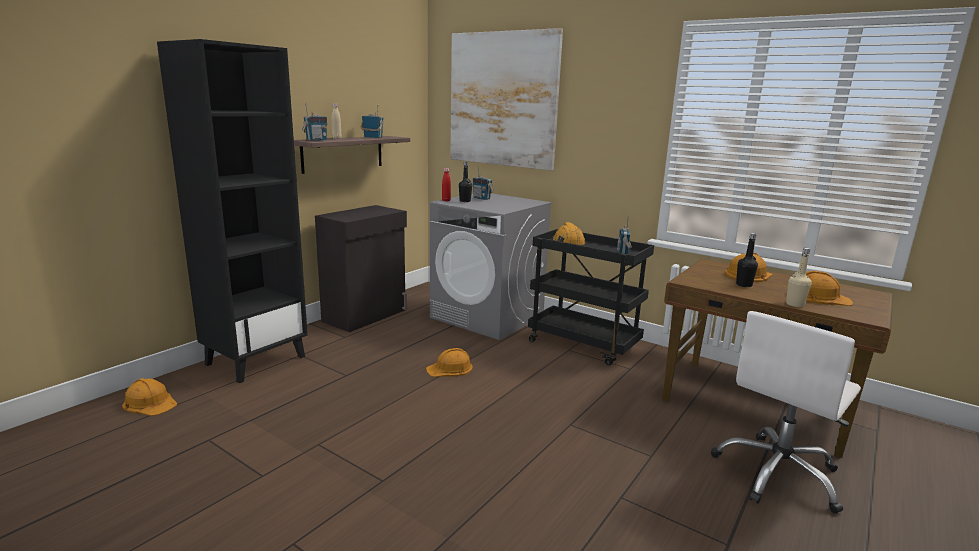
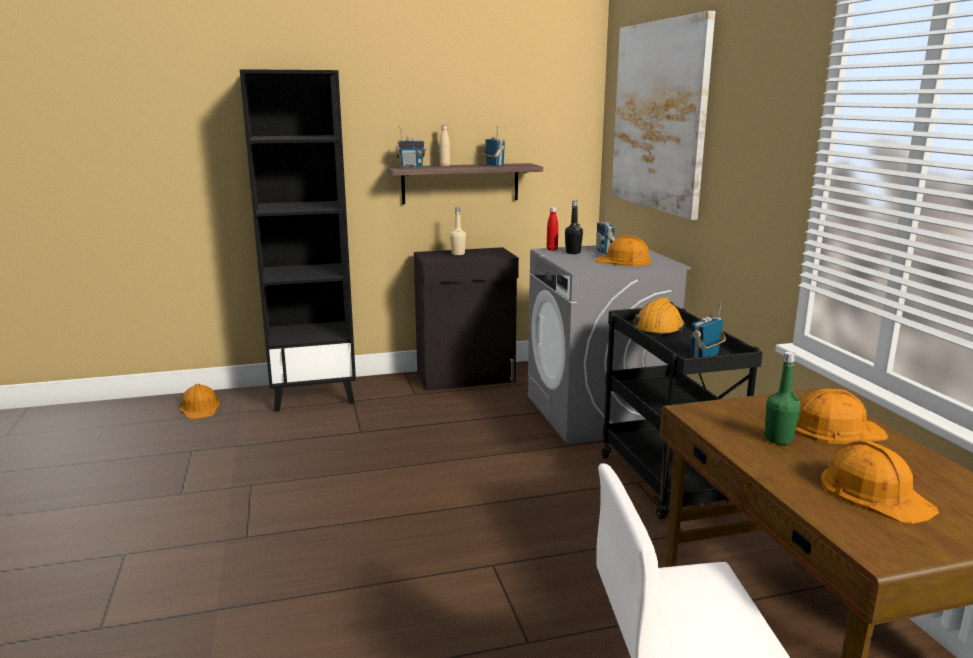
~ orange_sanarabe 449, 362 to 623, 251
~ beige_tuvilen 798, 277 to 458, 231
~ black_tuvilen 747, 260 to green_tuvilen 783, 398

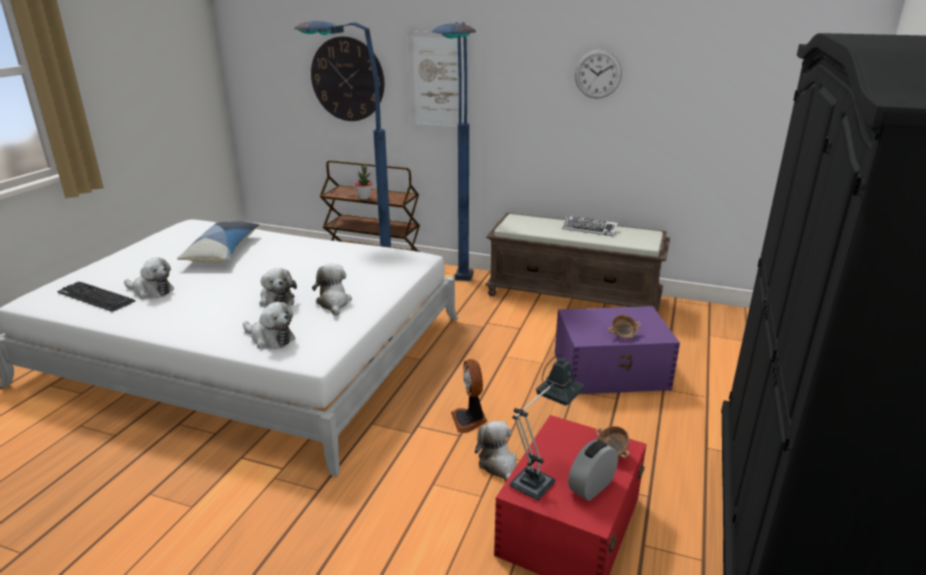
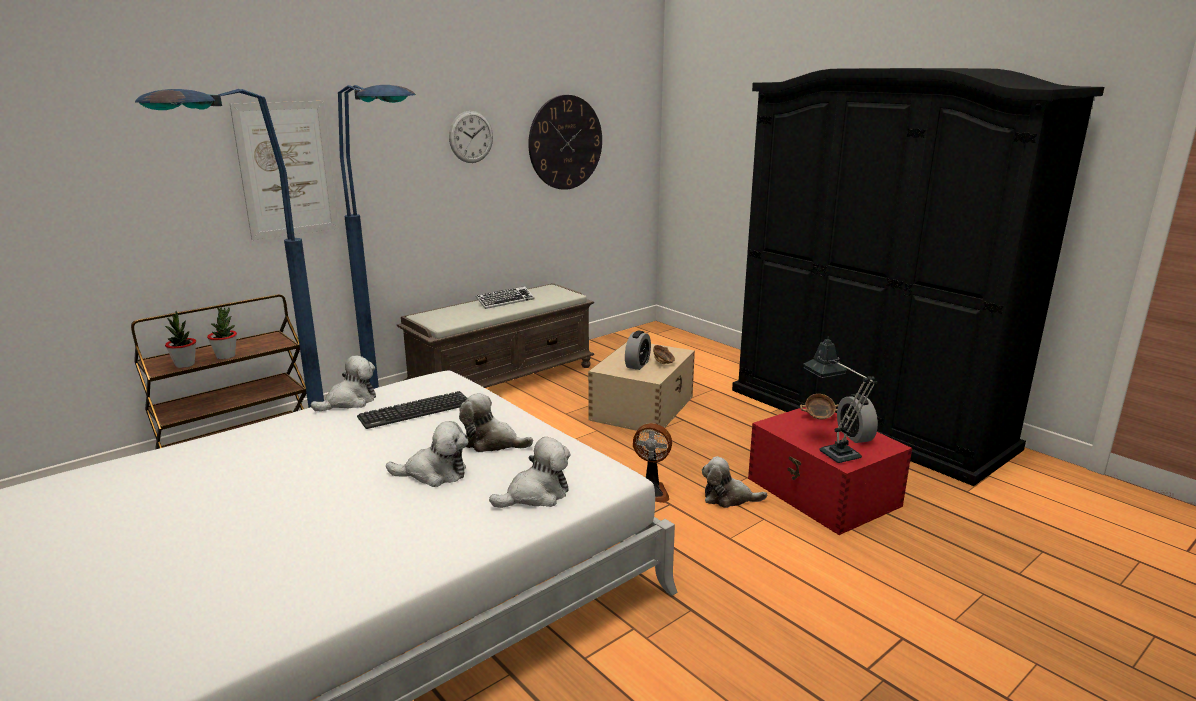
- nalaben 218, 242
+ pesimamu 180, 339
+ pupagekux 638, 350
~ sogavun 96, 296 to 412, 410
~ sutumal 149, 278 to 343, 383
~ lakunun 347, 78 to 565, 142
~ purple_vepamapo 617, 350 to beige_vepamapo 641, 388

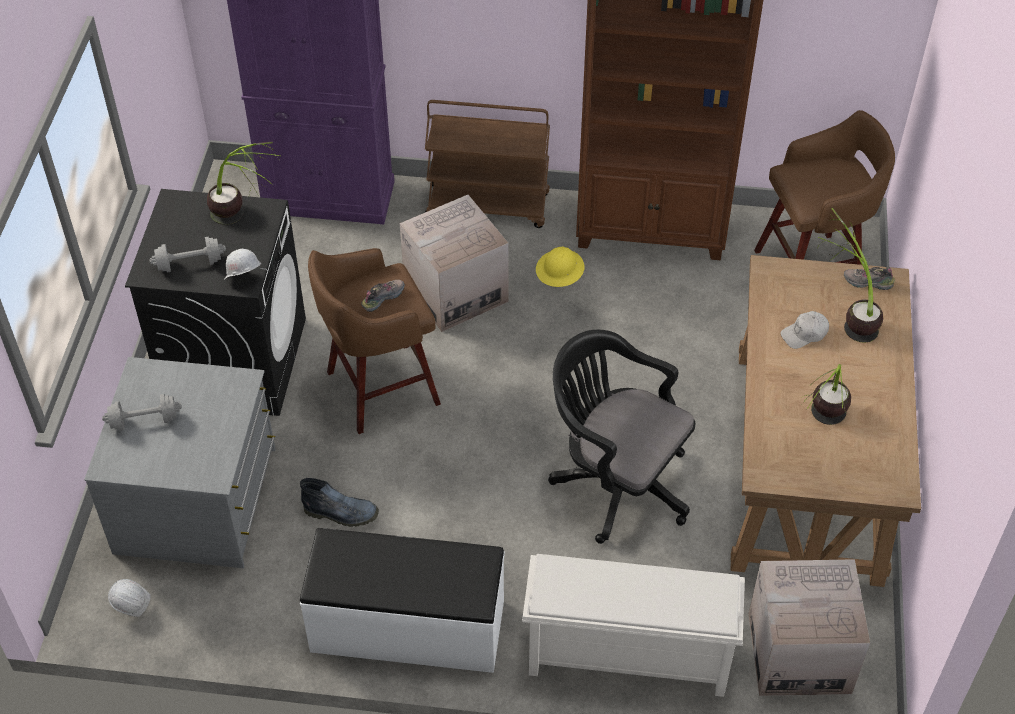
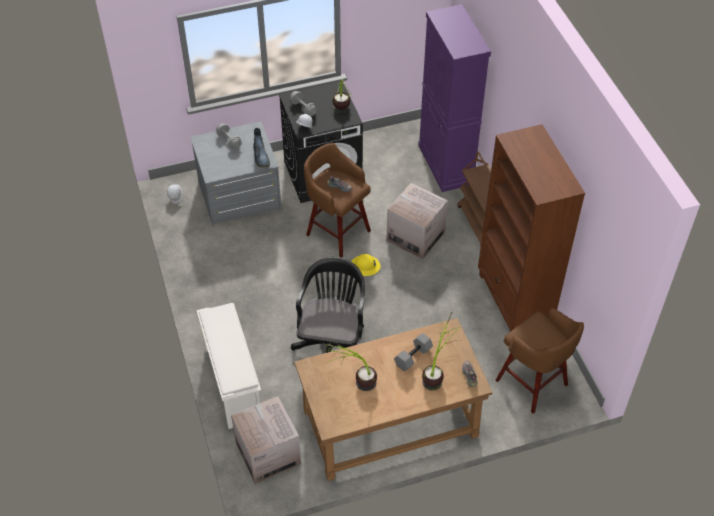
- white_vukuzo 402, 600
~ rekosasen 339, 502 to 261, 148
~ yellow_sanarabe 560, 266 to 366, 265
~ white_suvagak 804, 330 to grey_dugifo 413, 352

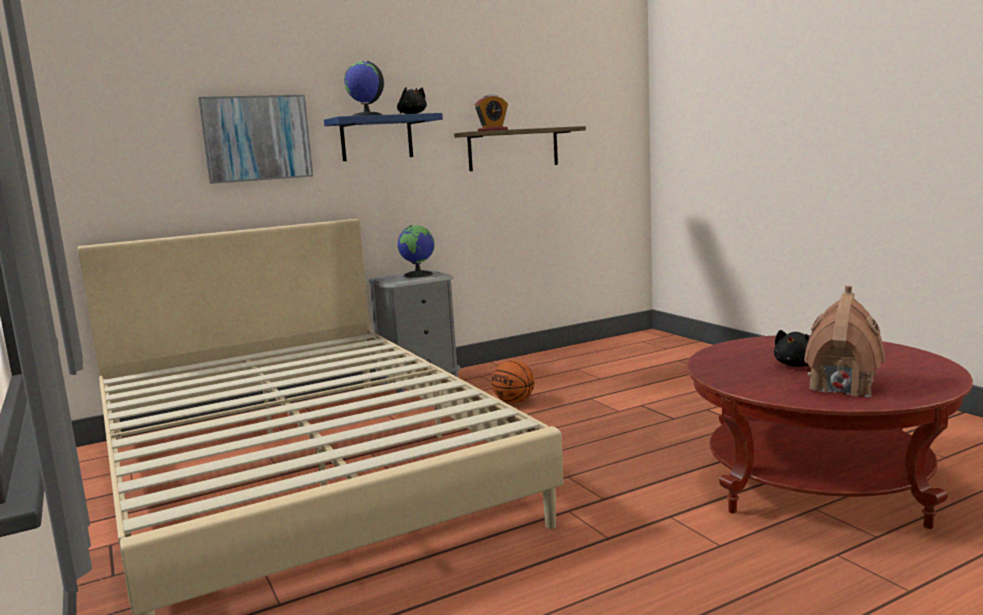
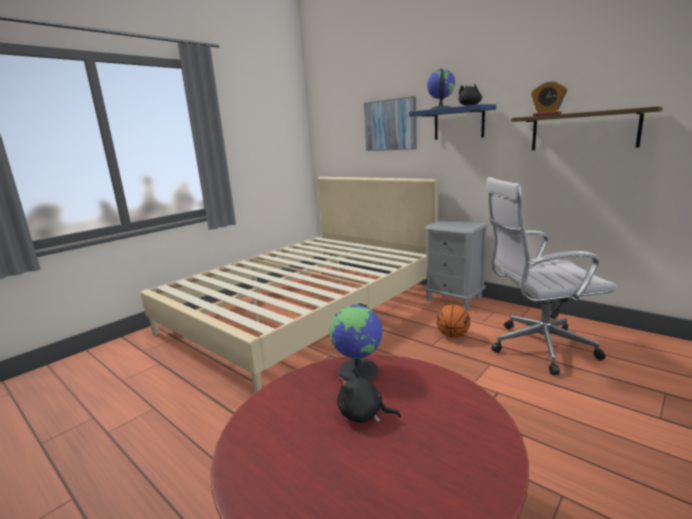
- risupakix 844, 341
+ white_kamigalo 551, 276
~ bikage 416, 251 to 356, 342

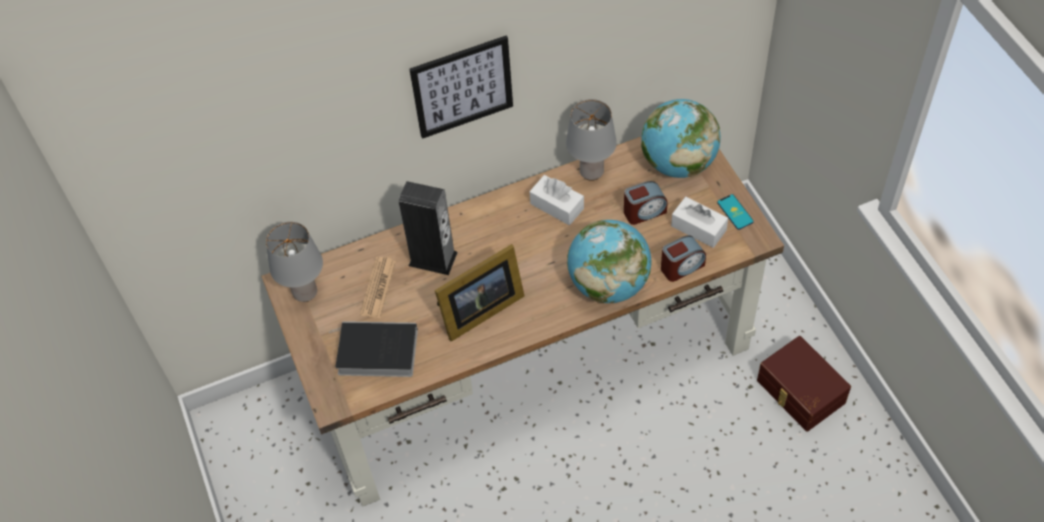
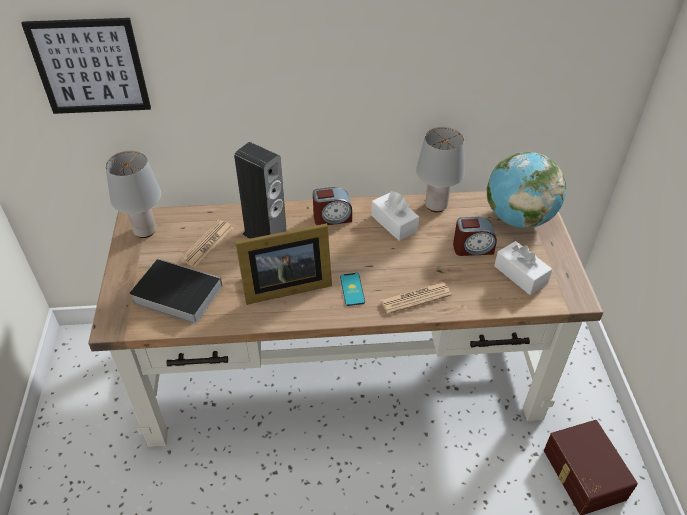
~ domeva 461, 87 to 86, 66
~ pupagekux 683, 258 to 332, 206
~ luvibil 735, 212 to 352, 289
~ bikage 609, 261 to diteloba 416, 298

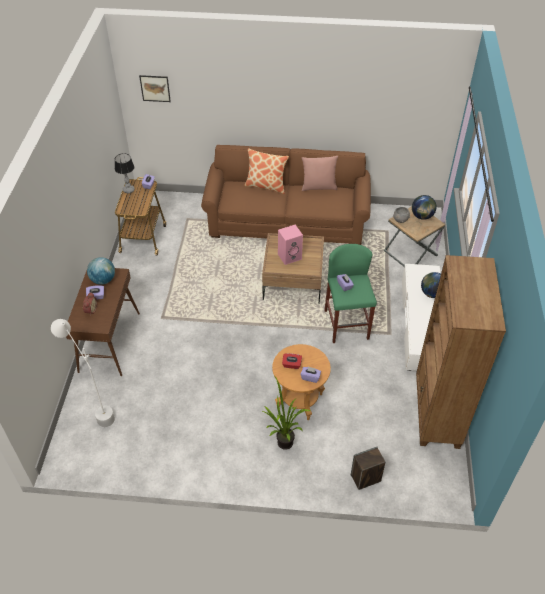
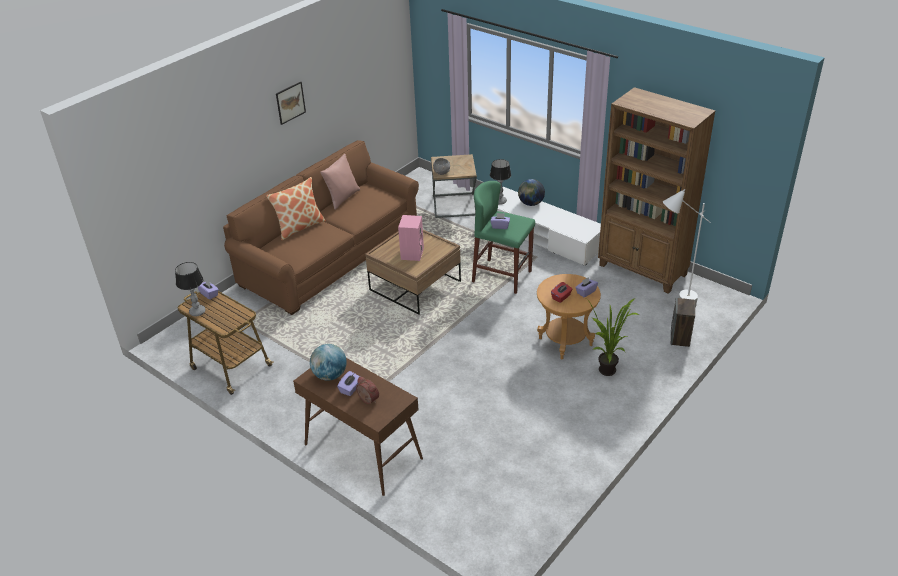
- bikage 424, 207
+ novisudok 500, 182
~ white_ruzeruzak 83, 373 to 687, 248
~ domeva 155, 88 to 291, 103

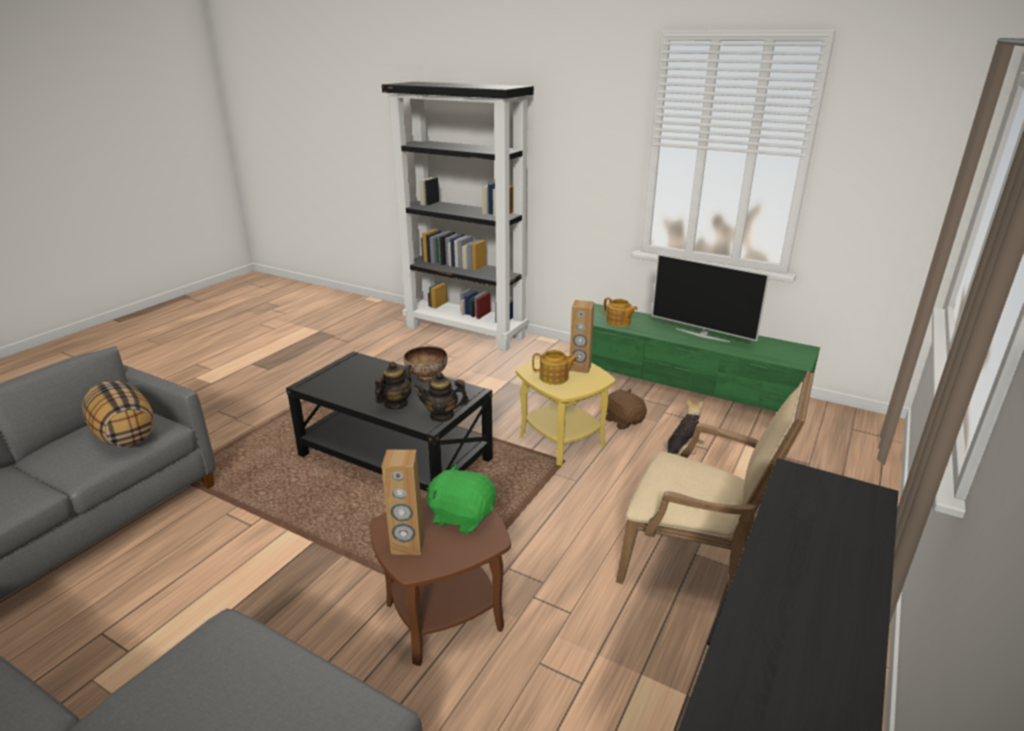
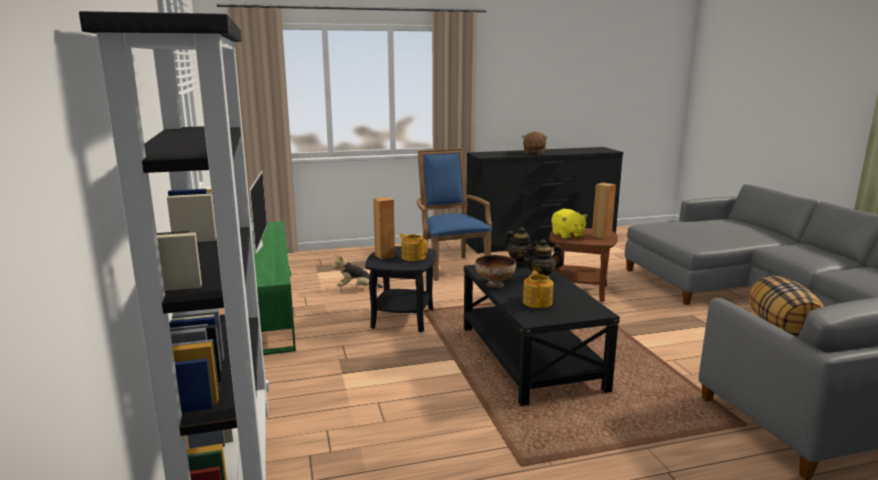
~ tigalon 620, 312 to 538, 289
~ brown_sutumal 626, 409 to 534, 143
~ green_sutumal 461, 499 to yellow_sutumal 569, 224
~ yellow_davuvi 565, 409 to black_davuvi 400, 289
~ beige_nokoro 715, 480 to blue_nokoro 454, 215

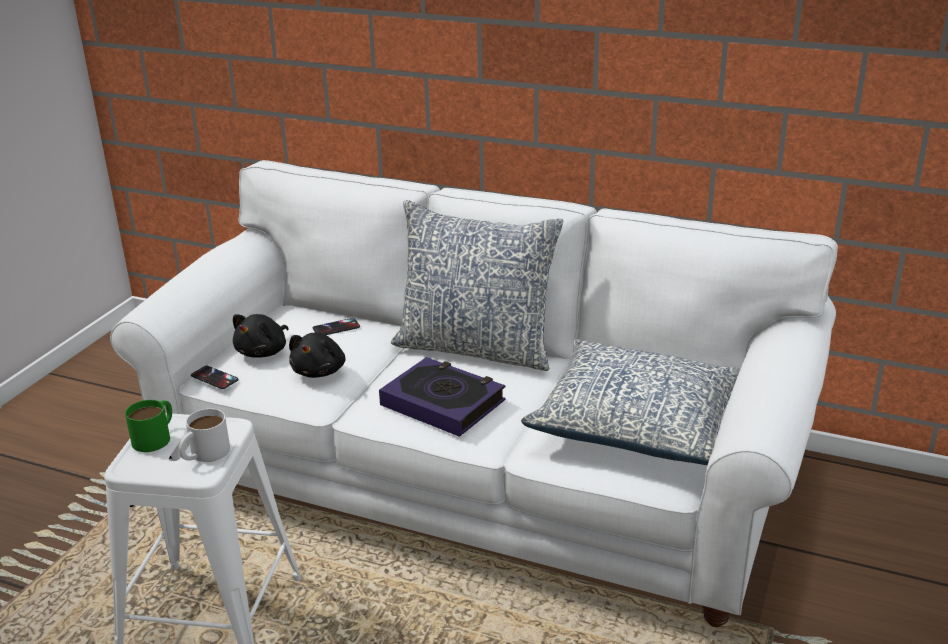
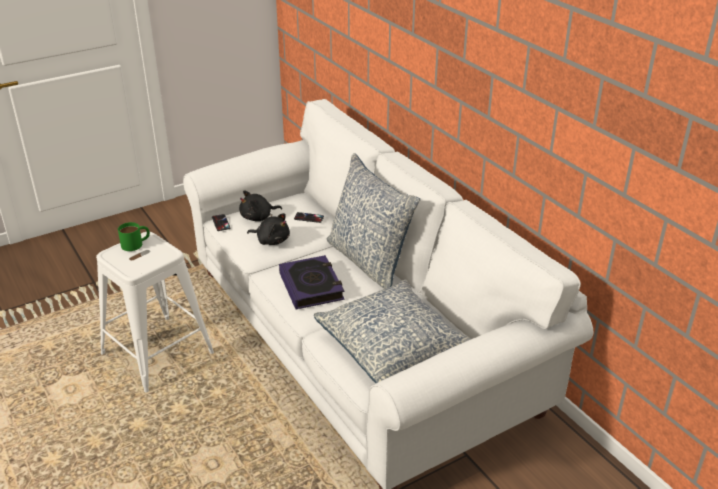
- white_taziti 204, 435
~ black_sutumal 317, 355 = 268, 229 120 degrees counterclockwise

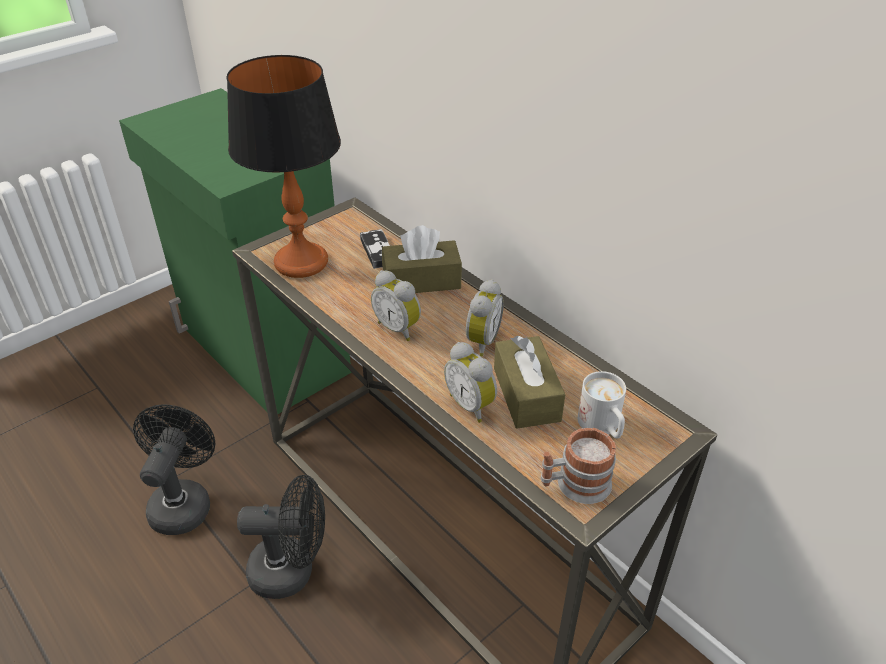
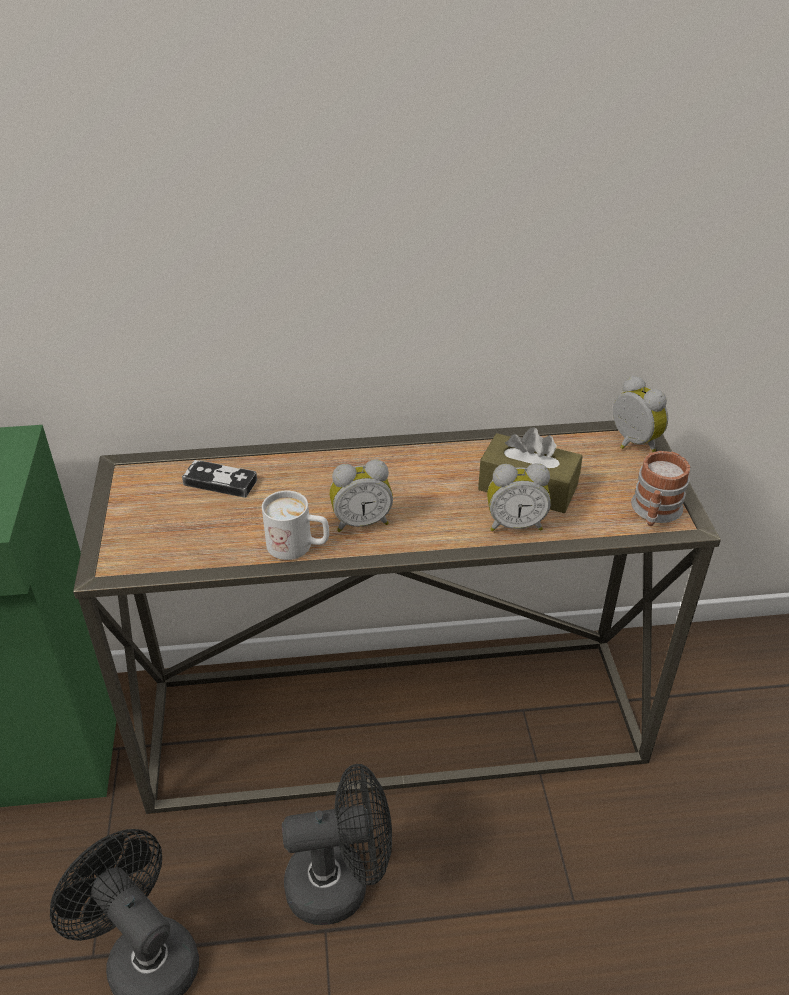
- novisudok 283, 166
- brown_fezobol 422, 259
~ pupagekux 485, 317 to 640, 413
~ white_taziti 602, 405 to 295, 525
~ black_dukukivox 281, 537 = 337, 844 45 degrees clockwise

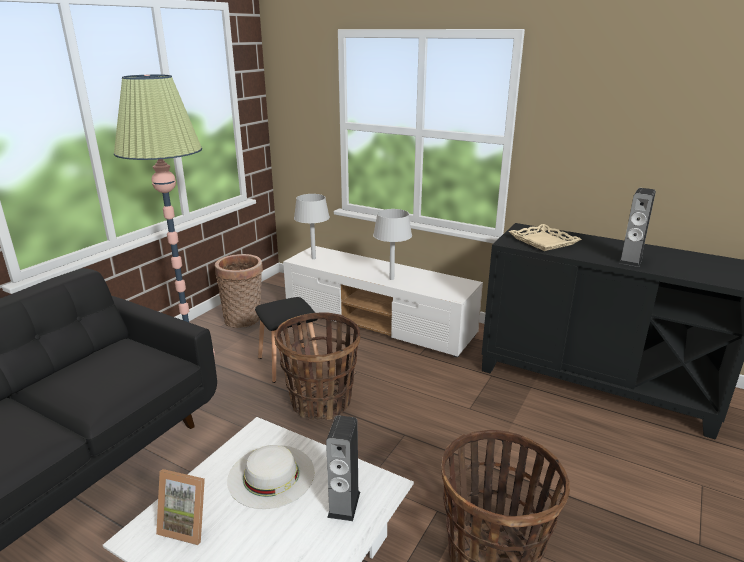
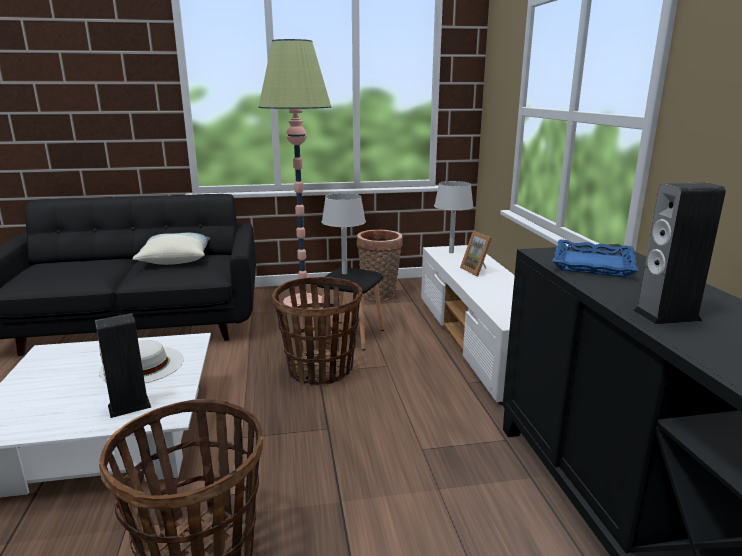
+ nalaben 171, 249
~ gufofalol 180, 507 to 476, 253
~ grey_novisudok 392, 244 to 344, 233
~ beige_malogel 545, 237 to blue_malogel 595, 258

